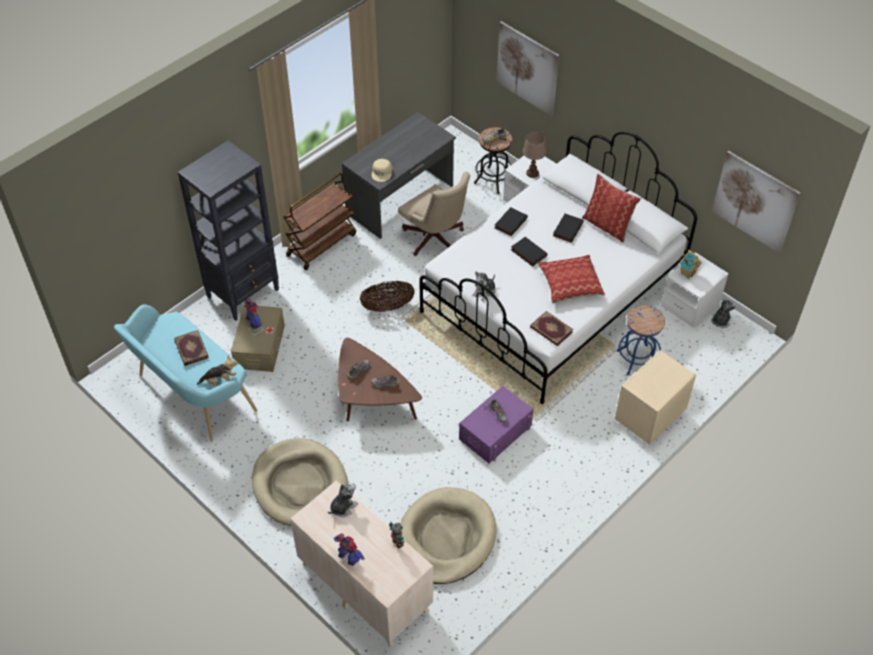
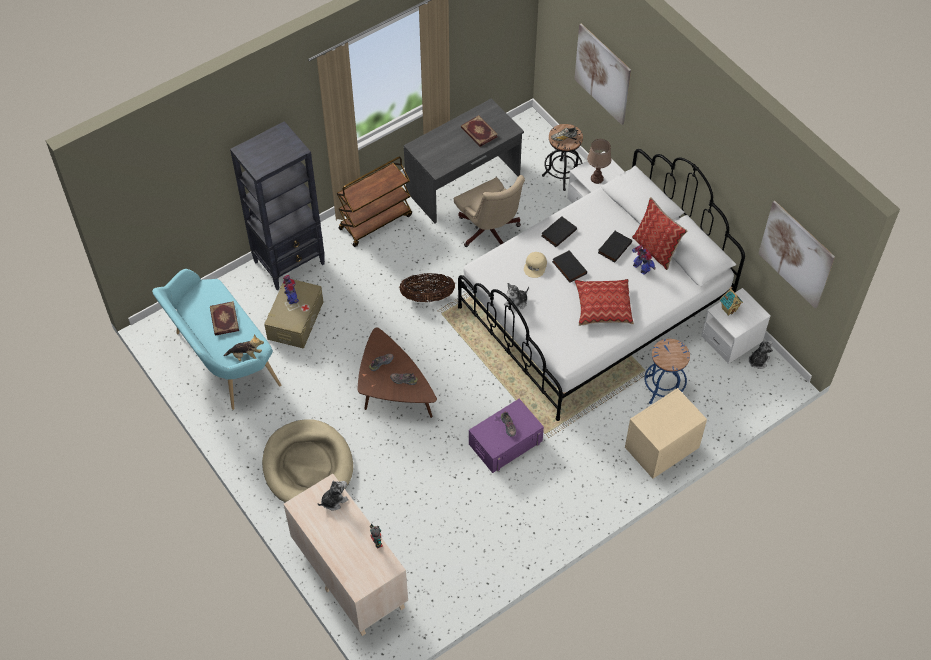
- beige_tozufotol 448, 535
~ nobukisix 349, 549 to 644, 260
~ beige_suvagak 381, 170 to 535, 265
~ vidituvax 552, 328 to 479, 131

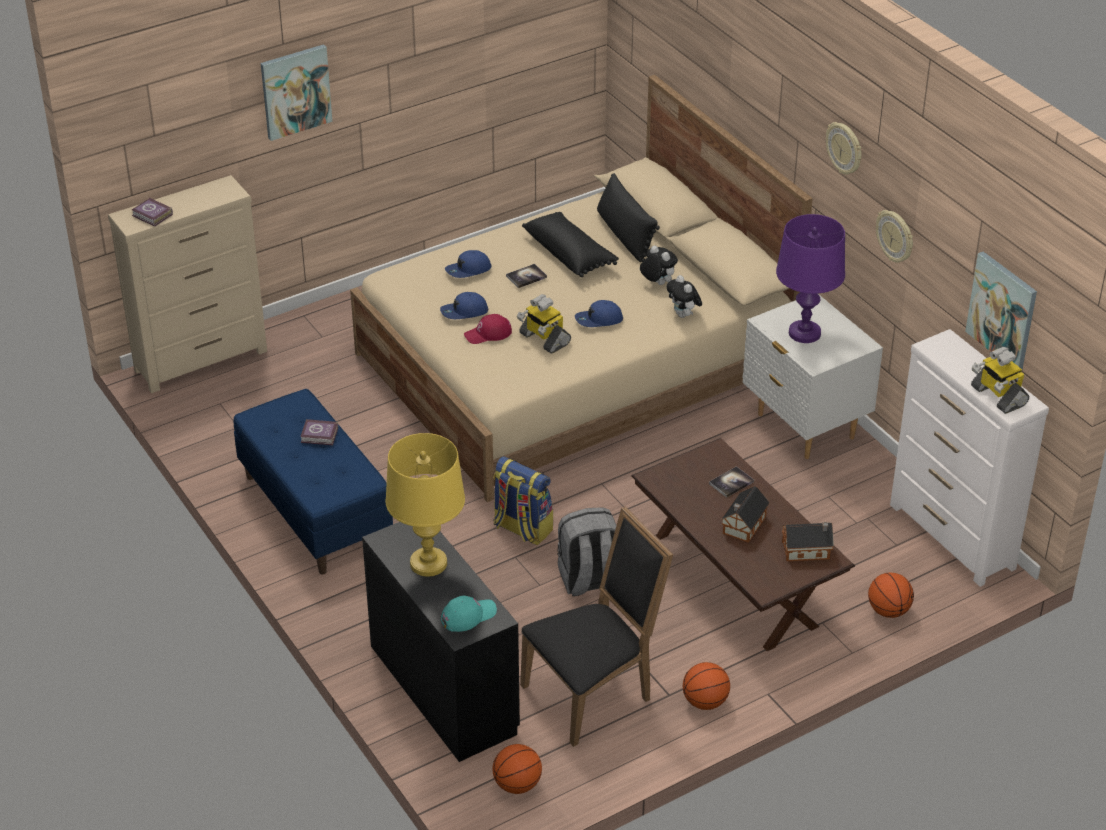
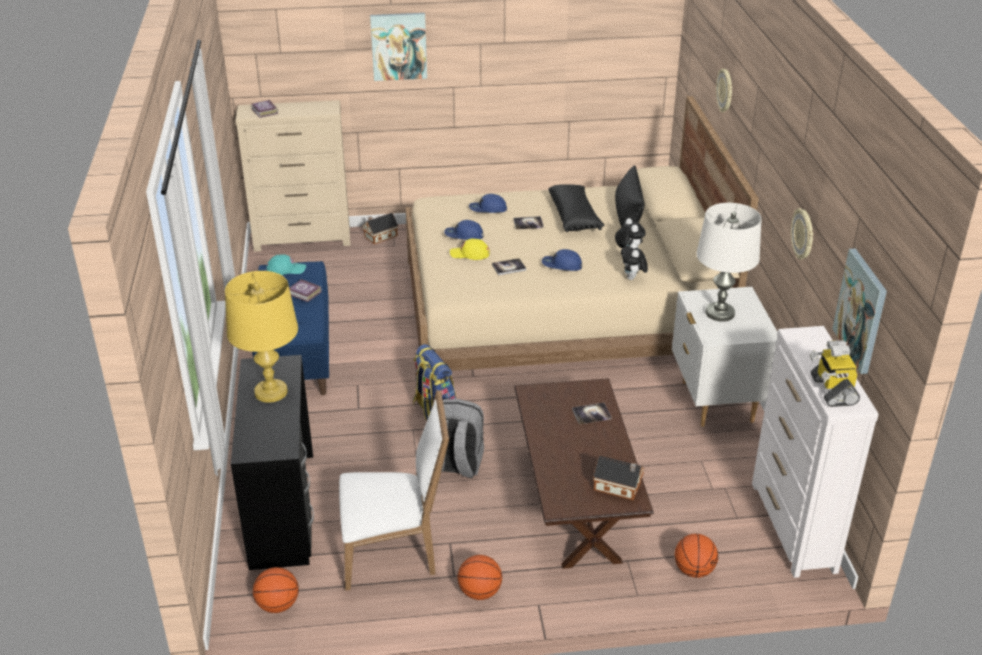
~ turquoise_suvagak 469, 614 to 286, 264
~ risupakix 745, 514 to 380, 228
~ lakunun 844, 148 to 724, 90
~ nobukisix 544, 324 to vidituvax 509, 266
~ red_suvagak 488, 329 to yellow_suvagak 470, 249
~ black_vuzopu 596, 626 to white_vuzopu 394, 490
~ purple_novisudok 810, 278 to white_novisudok 729, 262

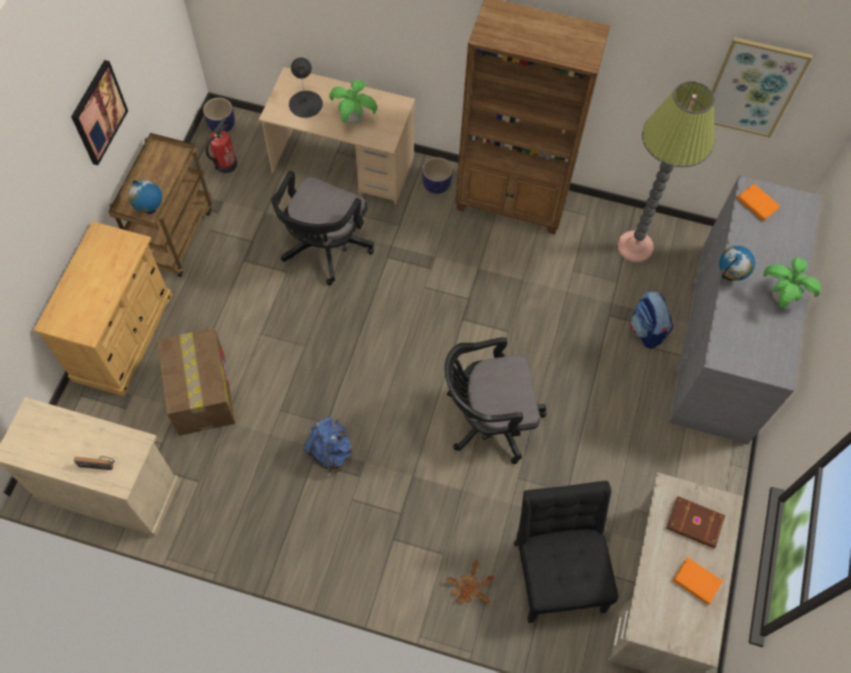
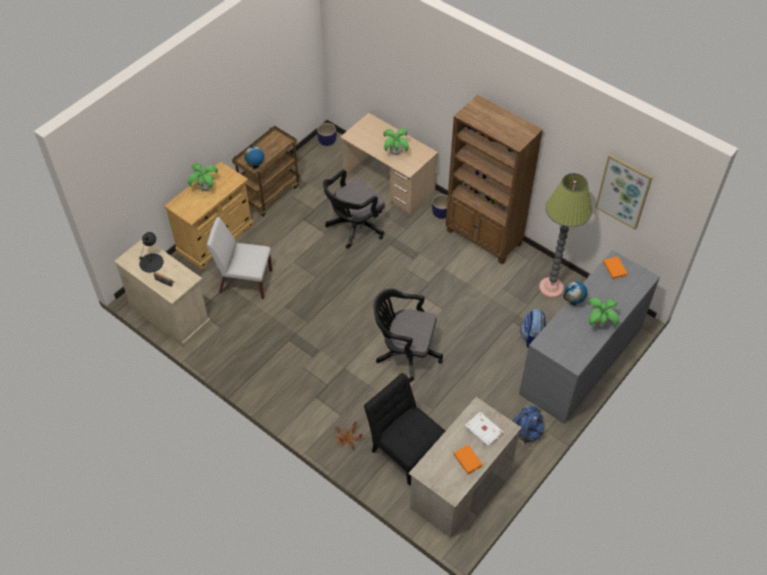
- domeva 99, 112
- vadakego 221, 145
+ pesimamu 203, 177
~ black_novisudok 306, 88 to 151, 252
~ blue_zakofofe 327, 445 to 528, 425
~ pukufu 196, 382 to white_vuzopu 239, 258
~ brown_vidituvax 695, 522 to white_vidituvax 483, 429
~ black_vuzopu 566, 552 = 404, 429 60 degrees counterclockwise

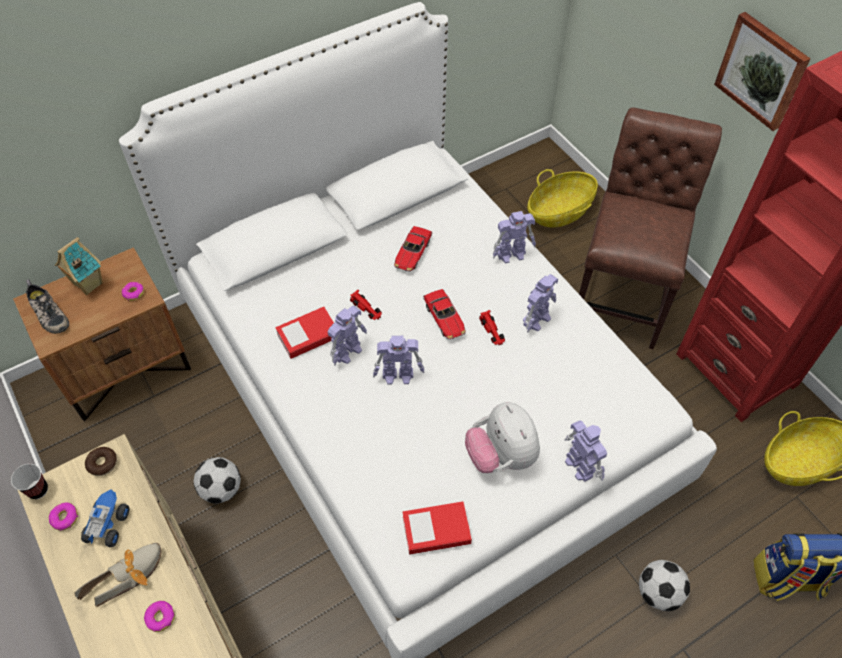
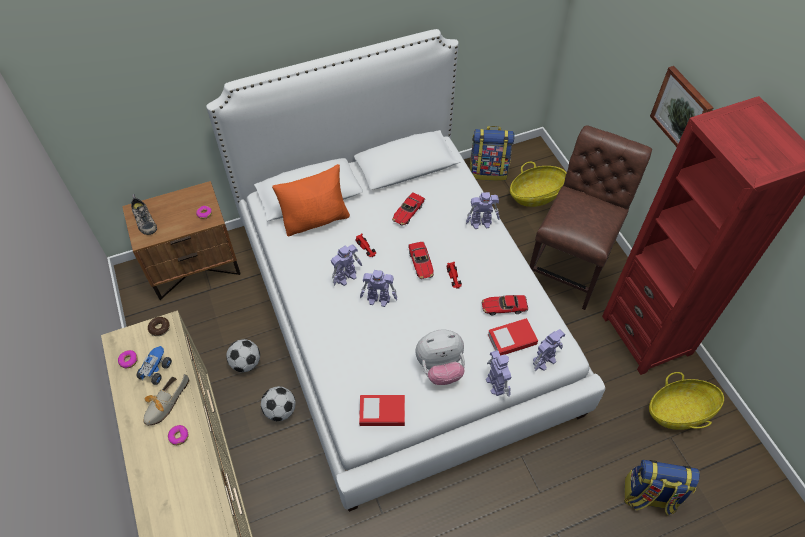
- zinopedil 29, 481
- risupakix 79, 266
+ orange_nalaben 311, 200
+ zakofofe 492, 153
+ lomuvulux 505, 305
~ vidituvax 304, 333 to 513, 337
~ nobukisix 540, 303 to 549, 350
~ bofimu 664, 585 to 278, 403
~ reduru 117, 575 = 166, 399 150 degrees clockwise
~ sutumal 502, 437 = 440, 357 90 degrees counterclockwise

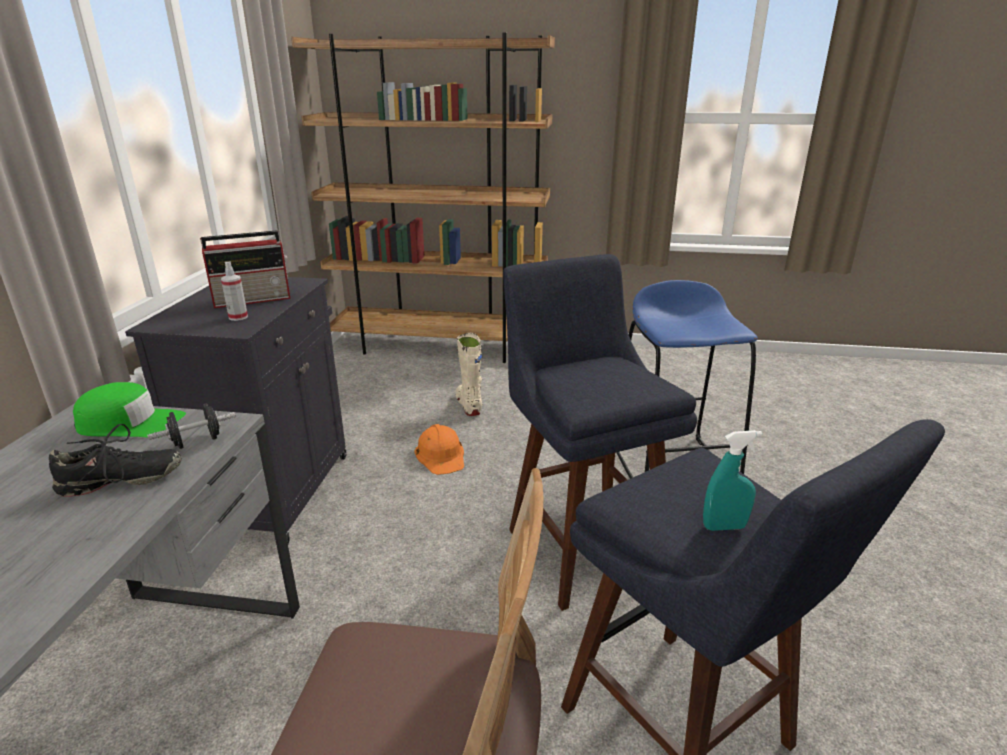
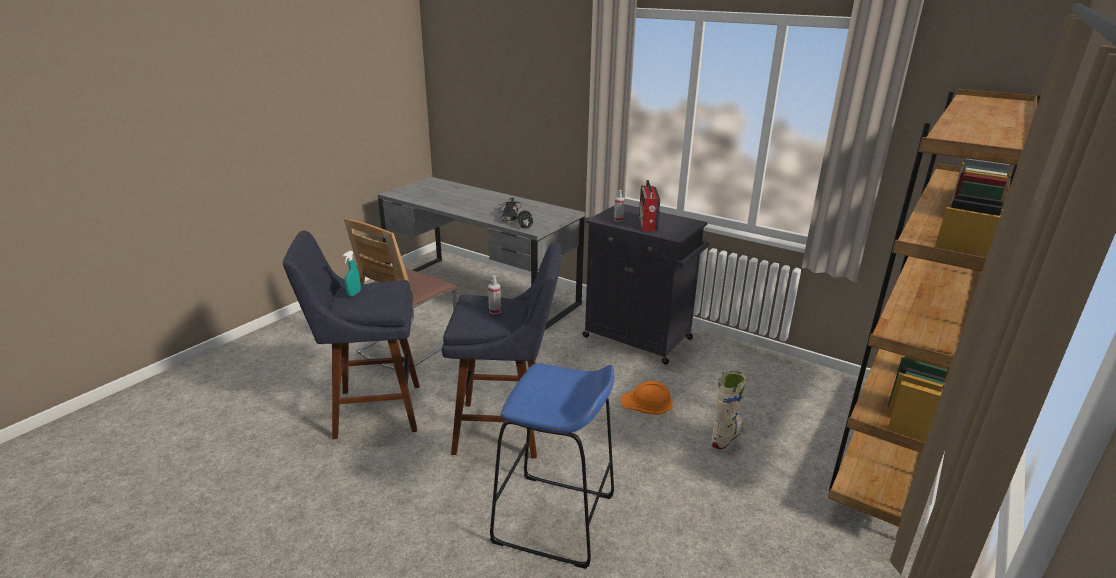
- green_suvagak 129, 410
+ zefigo 494, 294
~ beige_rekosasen 468, 374 = 729, 410 60 degrees counterclockwise

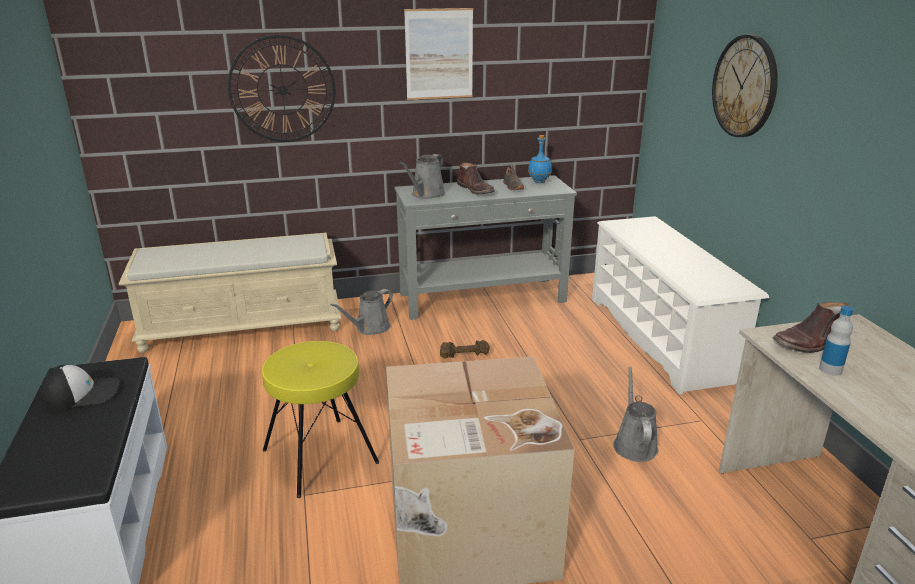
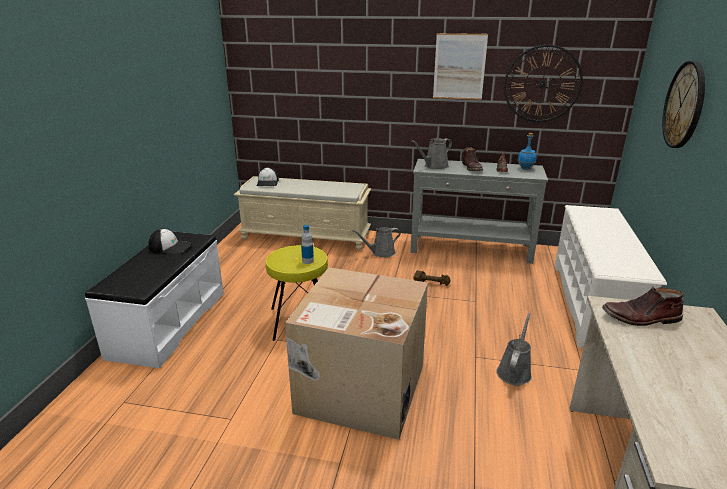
+ suvagak 268, 176
~ lakunun 281, 88 to 543, 83
~ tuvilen 836, 341 to 307, 244

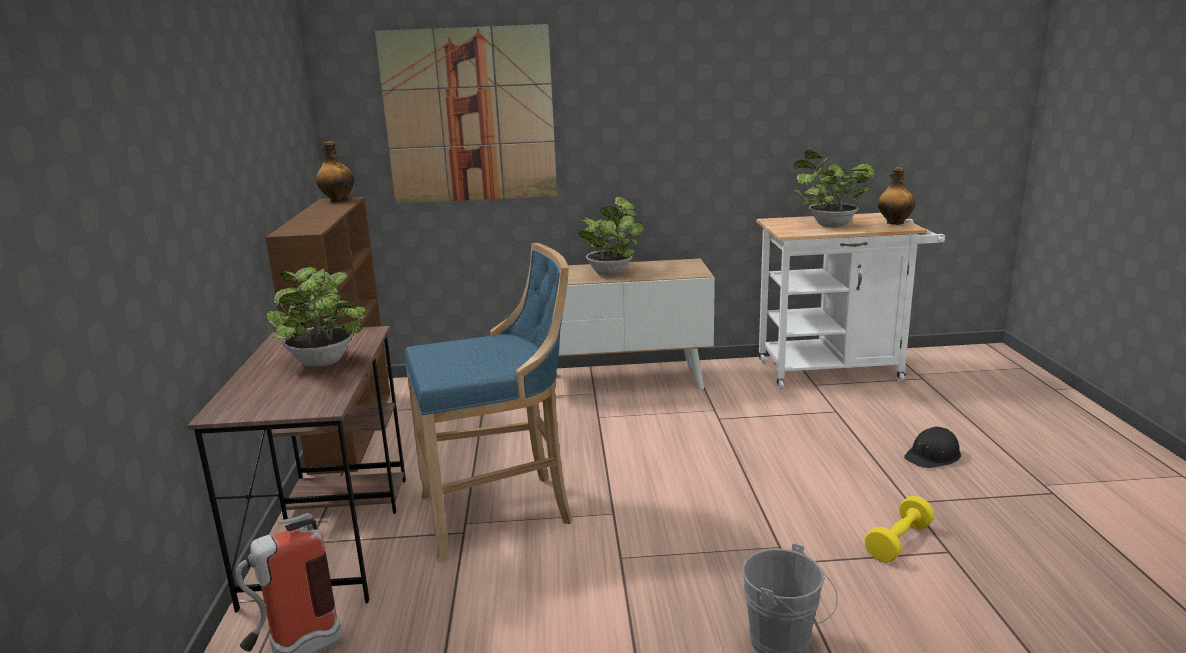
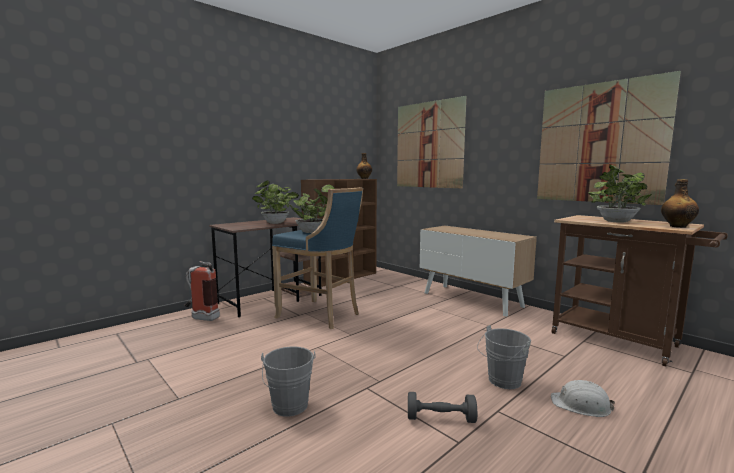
+ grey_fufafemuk 504, 357
+ domeva 609, 138
~ pesimamu 611, 236 to 309, 209
~ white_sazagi 850, 301 to brown_sazagi 640, 291
~ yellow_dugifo 899, 529 to grey_dugifo 442, 407
~ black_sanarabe 932, 447 to white_sanarabe 583, 398

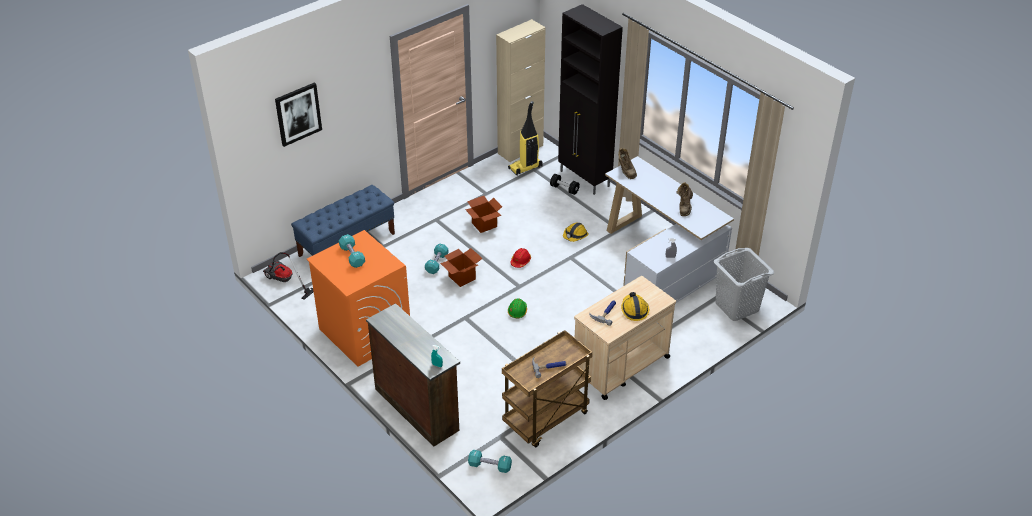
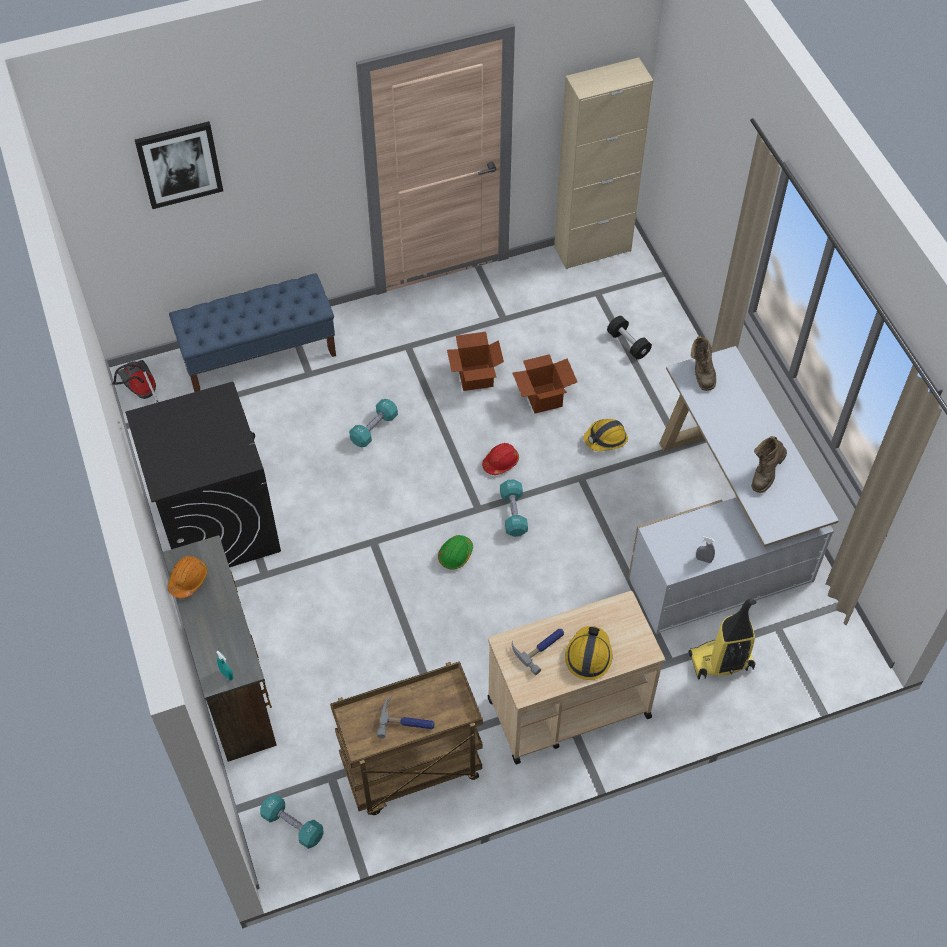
- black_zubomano 590, 99
- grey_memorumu 744, 284
+ orange_sanarabe 187, 577
~ turquoise_dugifo 352, 251 to 514, 508
~ pukufu 461, 267 to 544, 384
~ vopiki 525, 138 to 722, 639
~ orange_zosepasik 358, 298 to black_zosepasik 203, 474

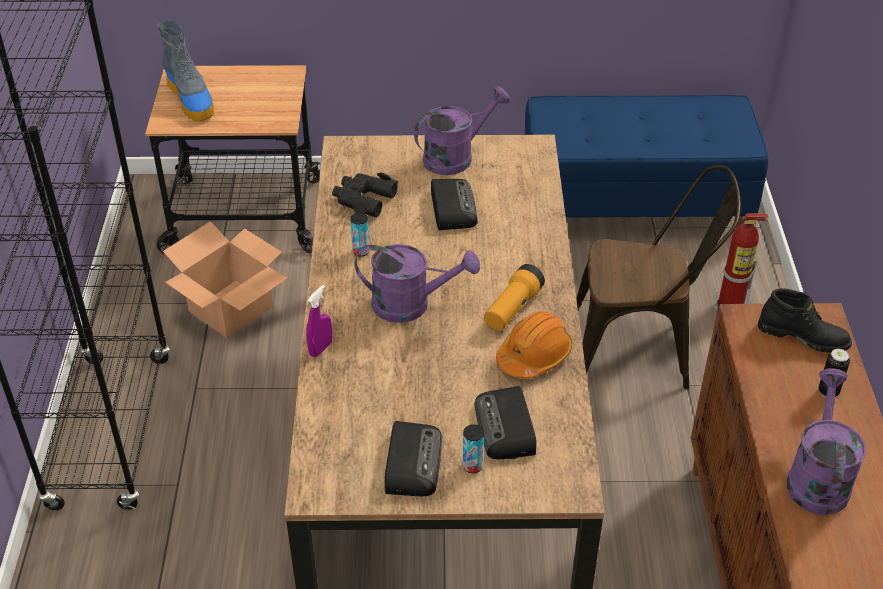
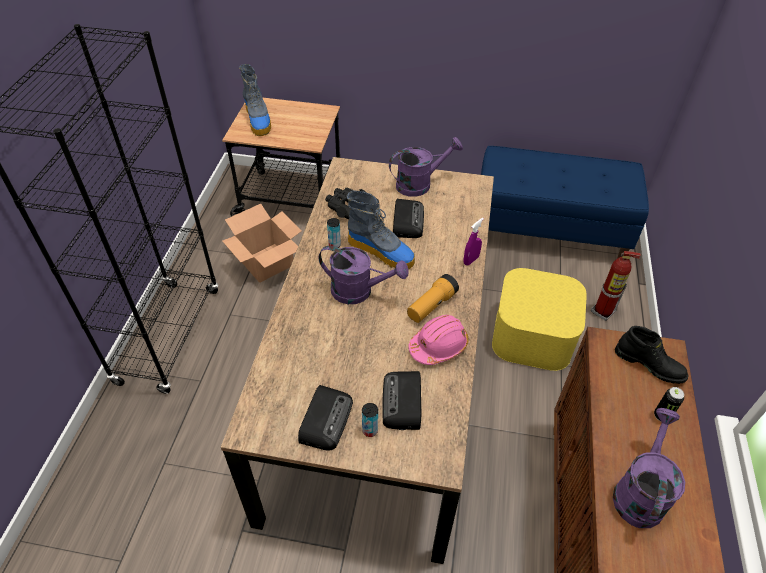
+ rekosasen 381, 229
~ purple_zefigo 319, 321 to 473, 241
~ brown_vuzopu 658, 277 to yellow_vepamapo 539, 319
~ orange_sanarabe 534, 344 to pink_sanarabe 438, 340

